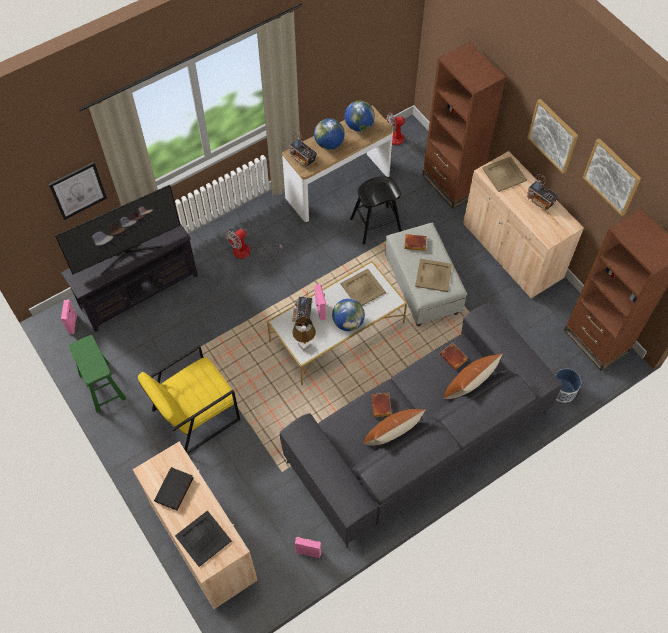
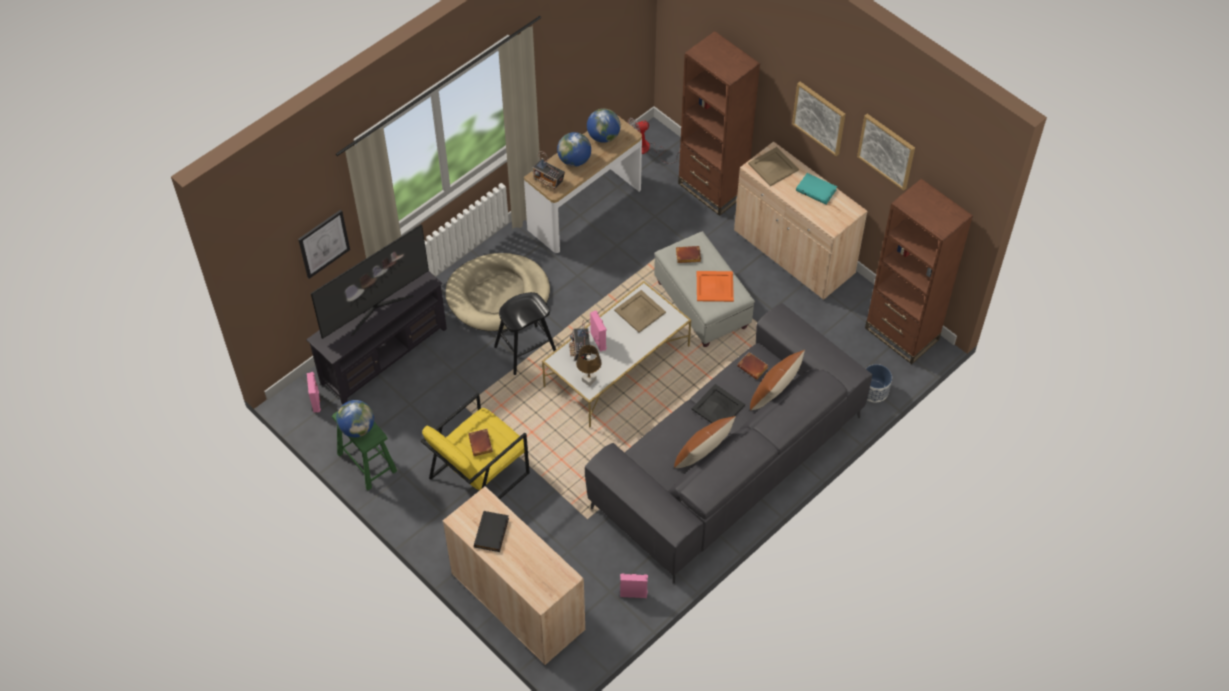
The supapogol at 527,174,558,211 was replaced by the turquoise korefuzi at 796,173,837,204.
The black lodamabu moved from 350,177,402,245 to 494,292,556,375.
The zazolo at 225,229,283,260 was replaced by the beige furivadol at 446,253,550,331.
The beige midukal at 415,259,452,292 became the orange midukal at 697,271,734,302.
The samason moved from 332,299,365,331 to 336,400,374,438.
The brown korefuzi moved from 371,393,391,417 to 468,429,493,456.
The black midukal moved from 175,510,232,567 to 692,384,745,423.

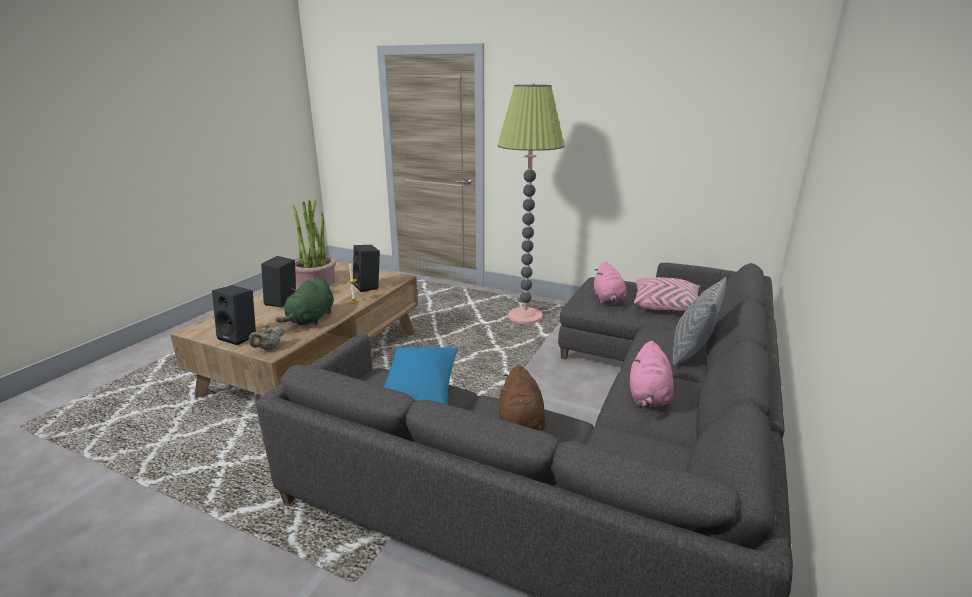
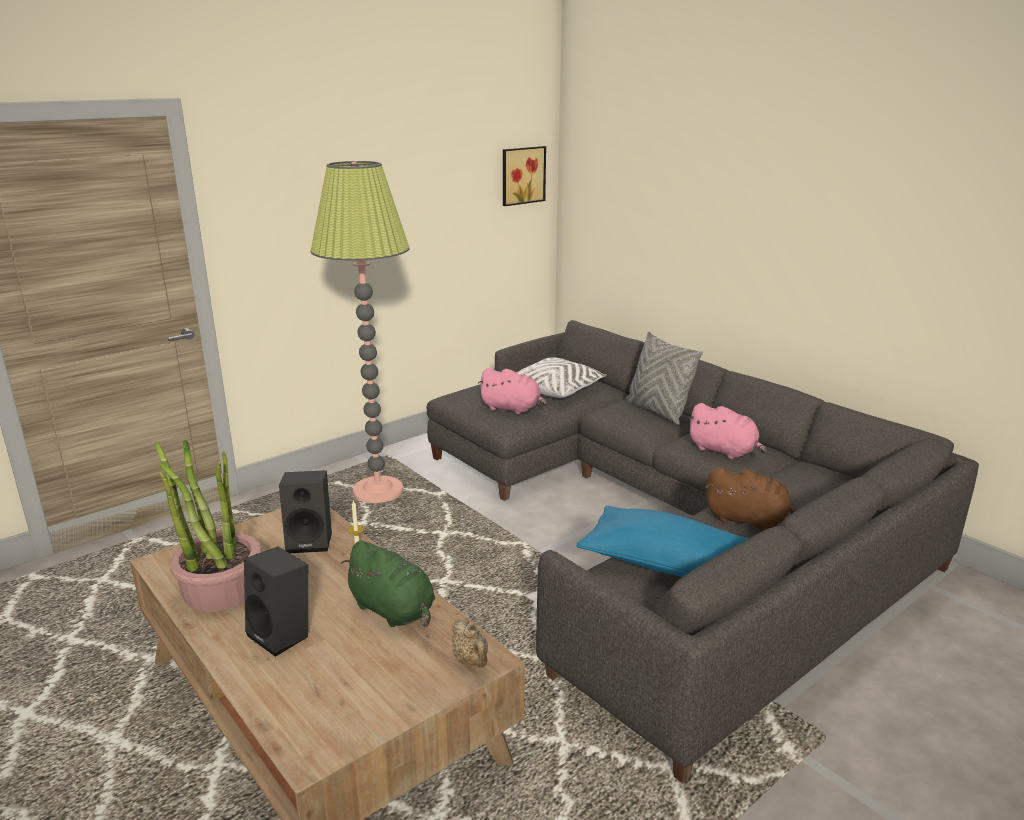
The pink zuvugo at 634,277,700,311 became the white zuvugo at 517,357,607,398.
The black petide at 212,285,256,345 disappeared.
The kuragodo at 503,146,546,206 appeared.

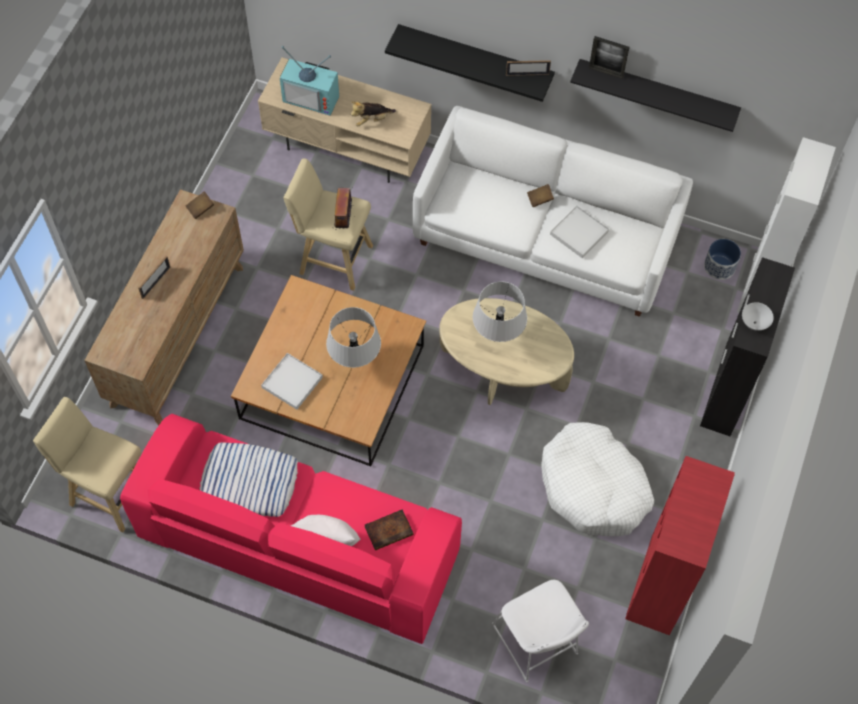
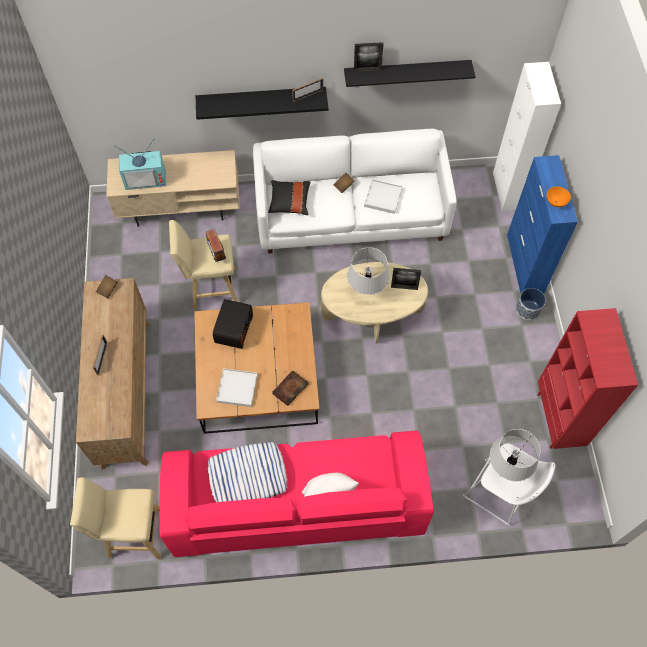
The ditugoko at 351,101,396,127 disappeared.
The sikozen moved from 704,239,741,280 to 516,288,546,320.
The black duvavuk at 700,257,795,436 became the blue duvavuk at 507,155,578,294.
The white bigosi at 742,302,774,331 became the orange bigosi at 547,187,571,207.
The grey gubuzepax moved from 326,307,381,368 to 490,429,541,481.
The white furivadol at 541,422,654,536 disappeared.
The korefuzi moved from 365,510,414,550 to 272,370,309,406.
The black zuvugo at 268,180,310,215 appeared.
The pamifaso at 391,268,421,290 appeared.
The supapogol at 213,299,253,349 appeared.

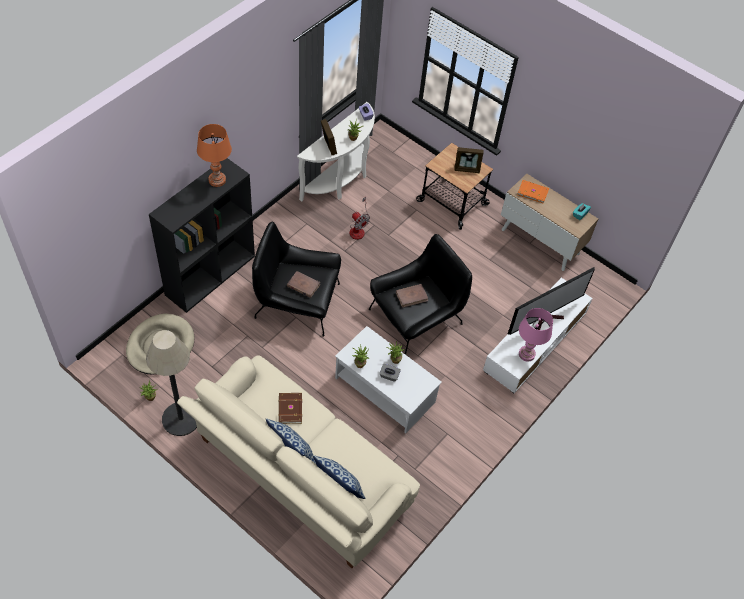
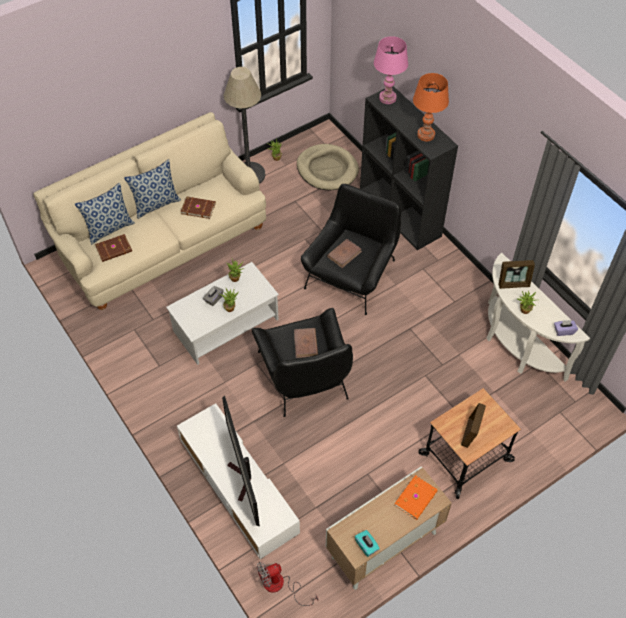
The zazolo moved from 349,197,370,240 to 257,562,318,606.
The pink gubuzepax moved from 519,308,553,361 to 374,36,408,104.
The brown korefuzi at 95,234,132,262 appeared.

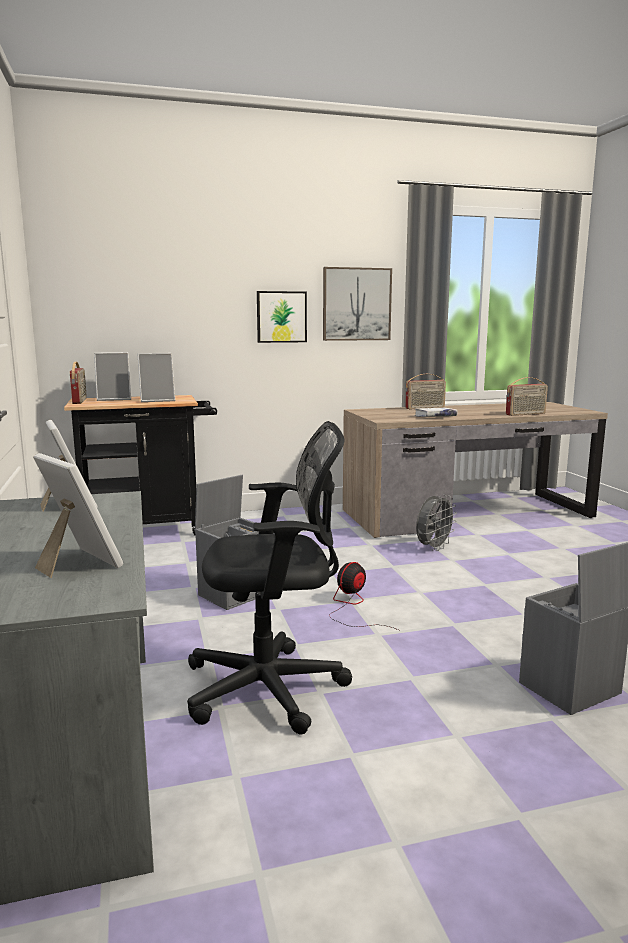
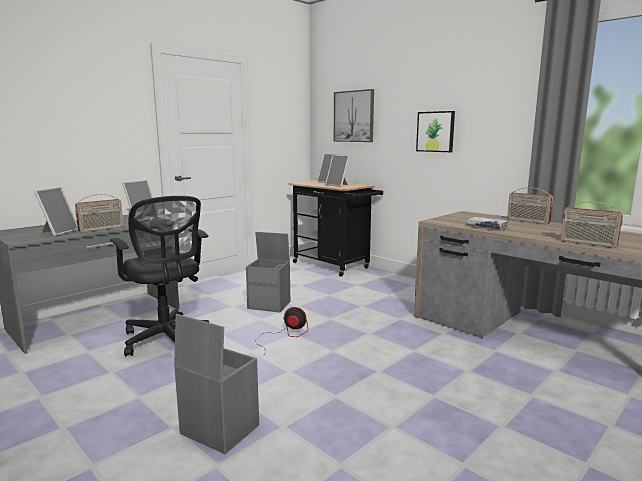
The kuragodo moved from 323,267,392,341 to 334,89,374,142.
The supapogol moved from 70,362,87,404 to 75,194,123,233.
The grey zazolo at 416,494,457,551 disappeared.

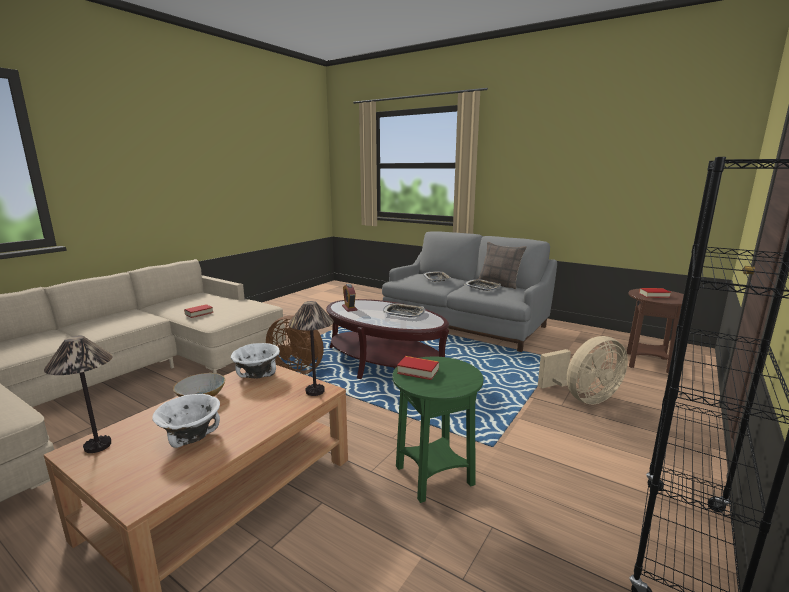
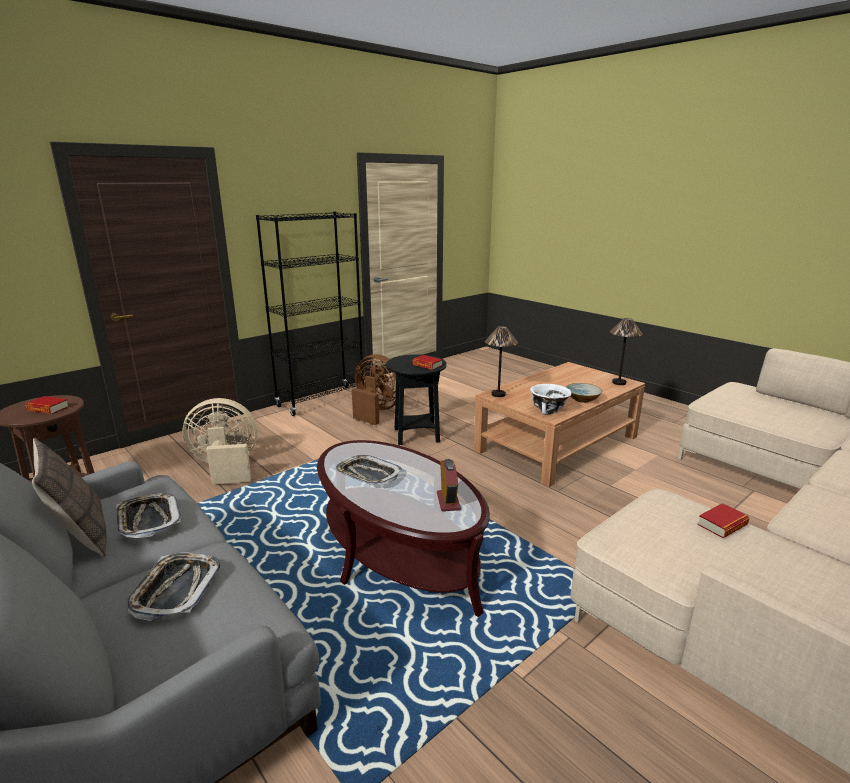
The brown zazolo moved from 266,315,324,374 to 352,354,396,425.
The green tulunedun at 392,357,483,503 became the black tulunedun at 386,354,447,445.
The white bigosi at 152,394,220,448 disappeared.

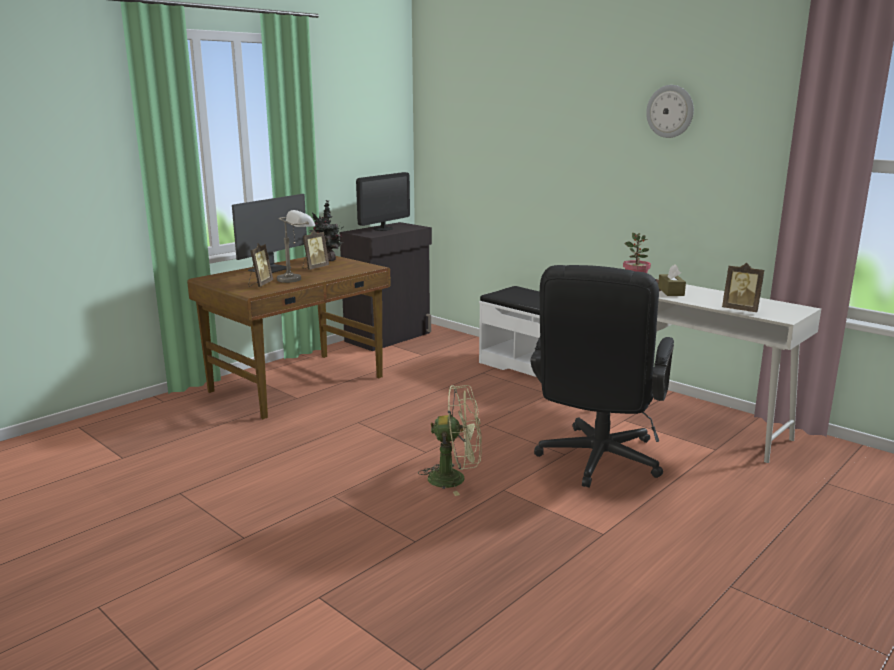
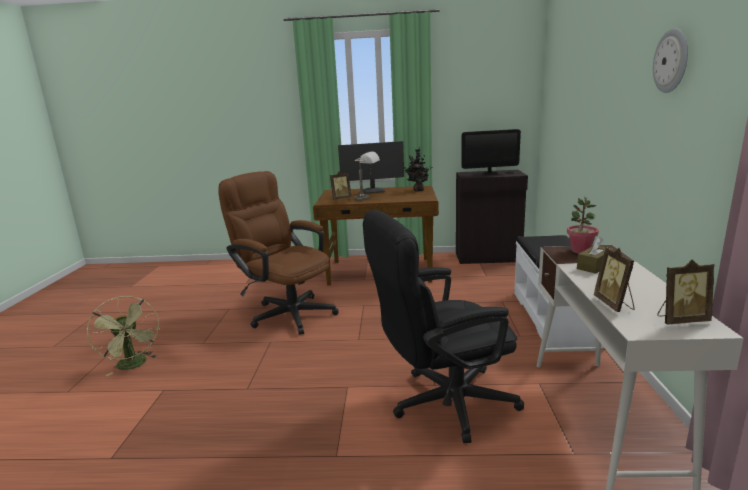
The pamifaso moved from 303,230,329,270 to 657,260,715,324.
The green zazolo moved from 418,385,482,496 to 87,296,160,376.
The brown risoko at 218,171,339,335 appeared.

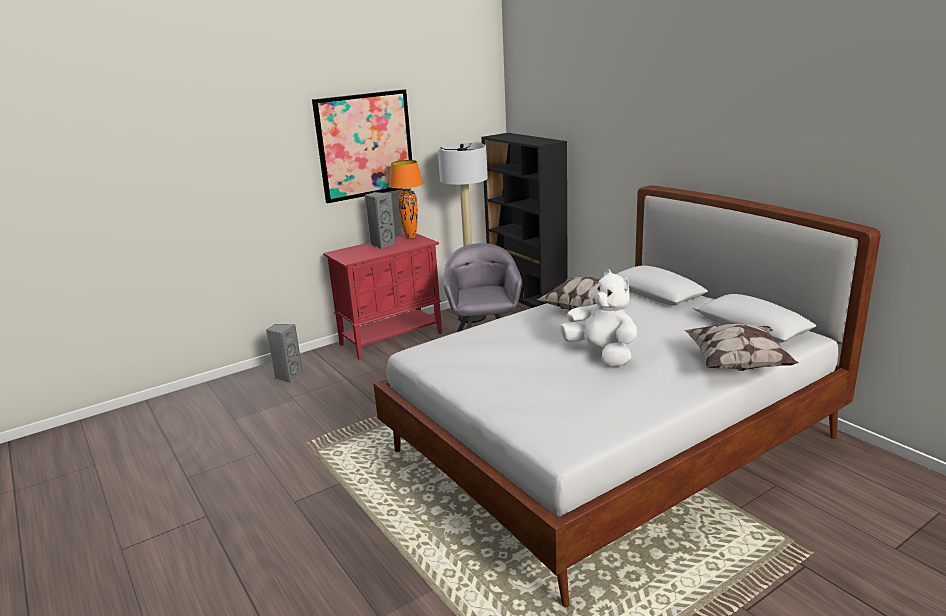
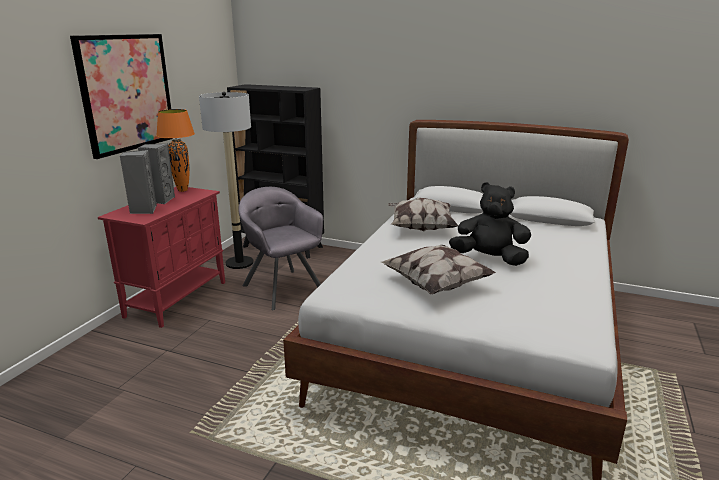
The white ditugoko at 560,269,637,366 became the black ditugoko at 449,182,531,266.
The zuvugo moved from 684,323,799,371 to 381,245,496,294.
The grey petide moved from 266,324,303,383 to 120,150,157,214.

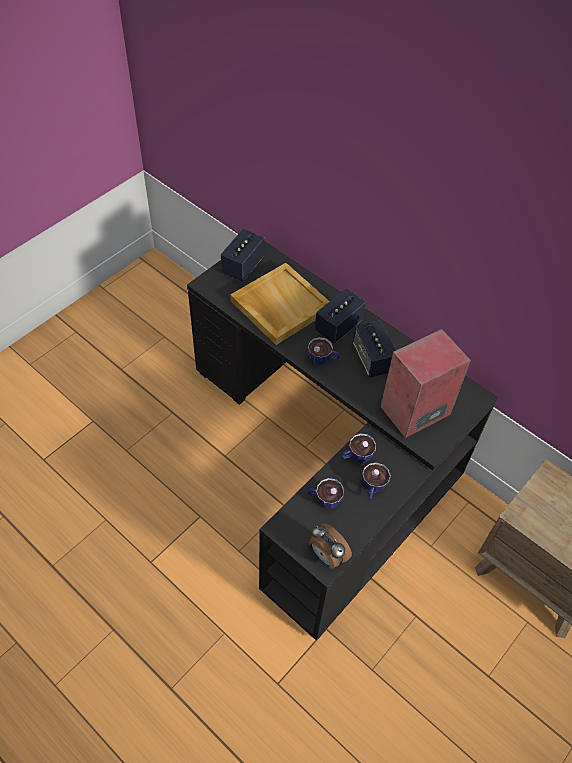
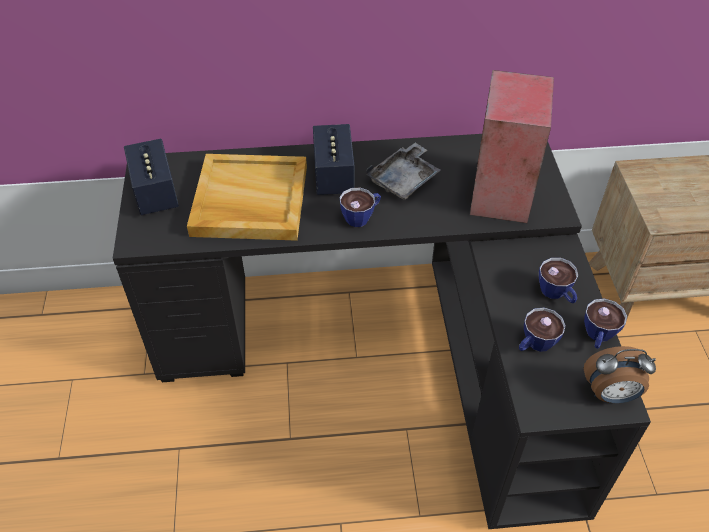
The petide at 352,320,396,378 was replaced by the grey midukal at 366,142,441,200.
The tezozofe moved from 342,433,376,463 to 584,298,627,349.

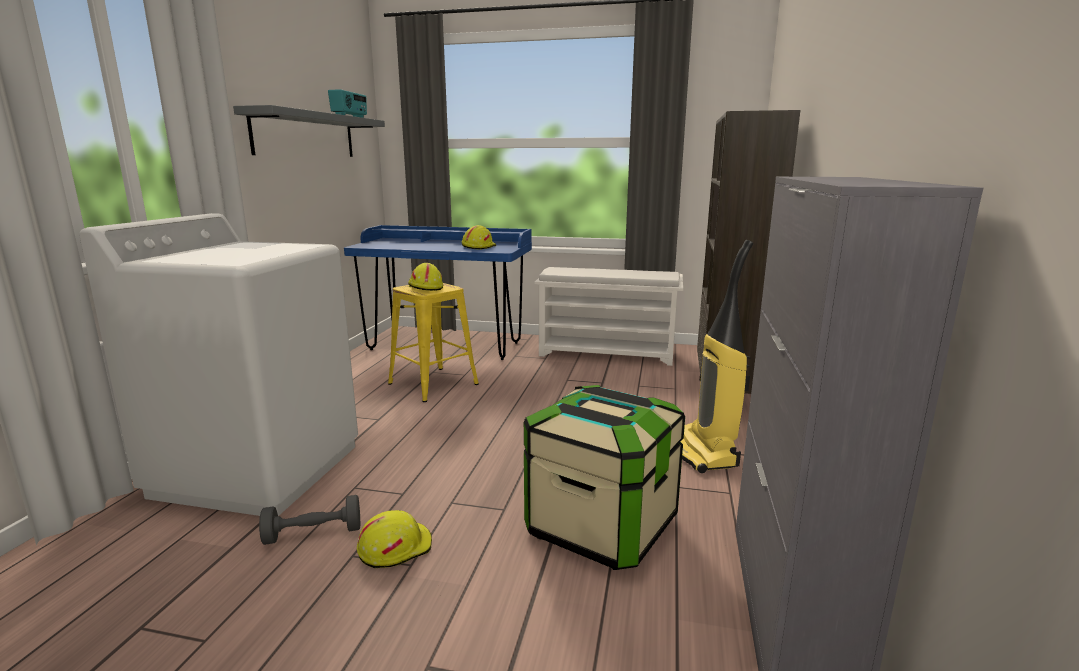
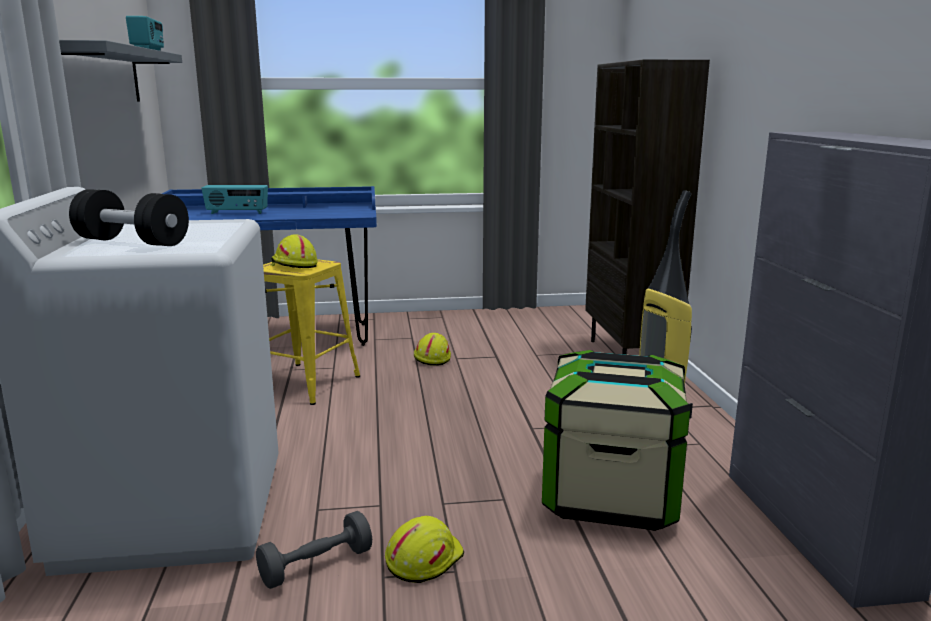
The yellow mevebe moved from 461,225,496,250 to 414,333,451,366.
The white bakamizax at 534,267,683,366 disappeared.
The supapogol at 201,185,268,214 appeared.
The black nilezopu at 69,189,189,246 appeared.

